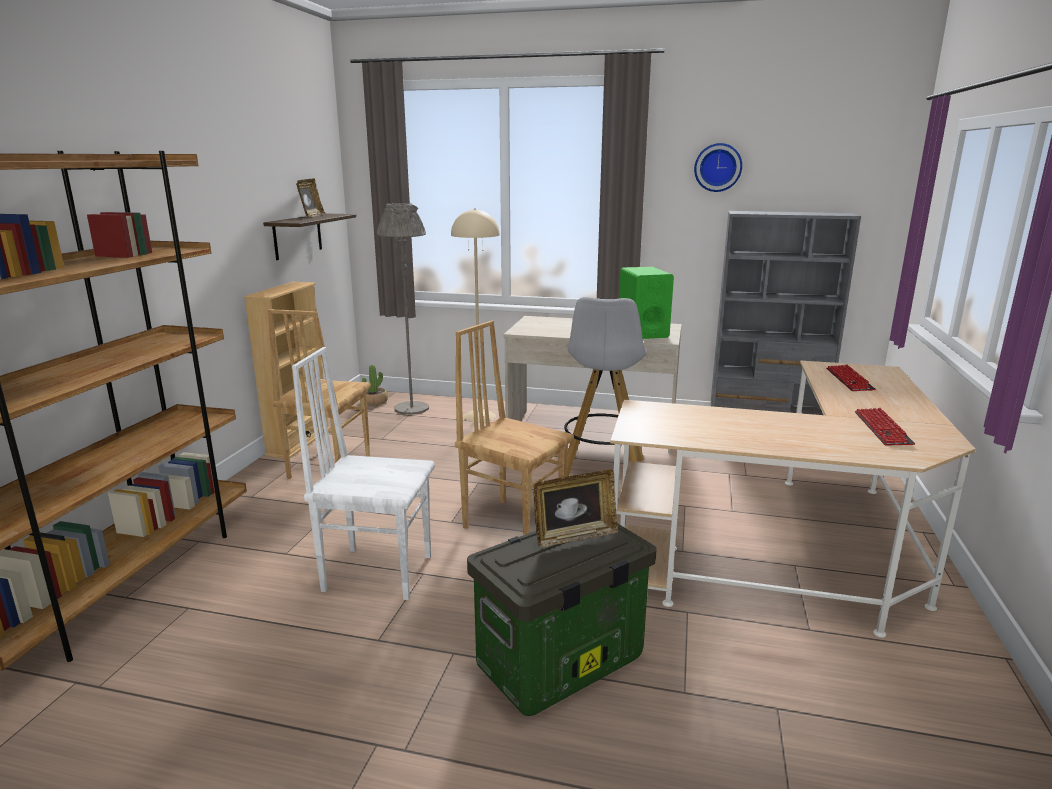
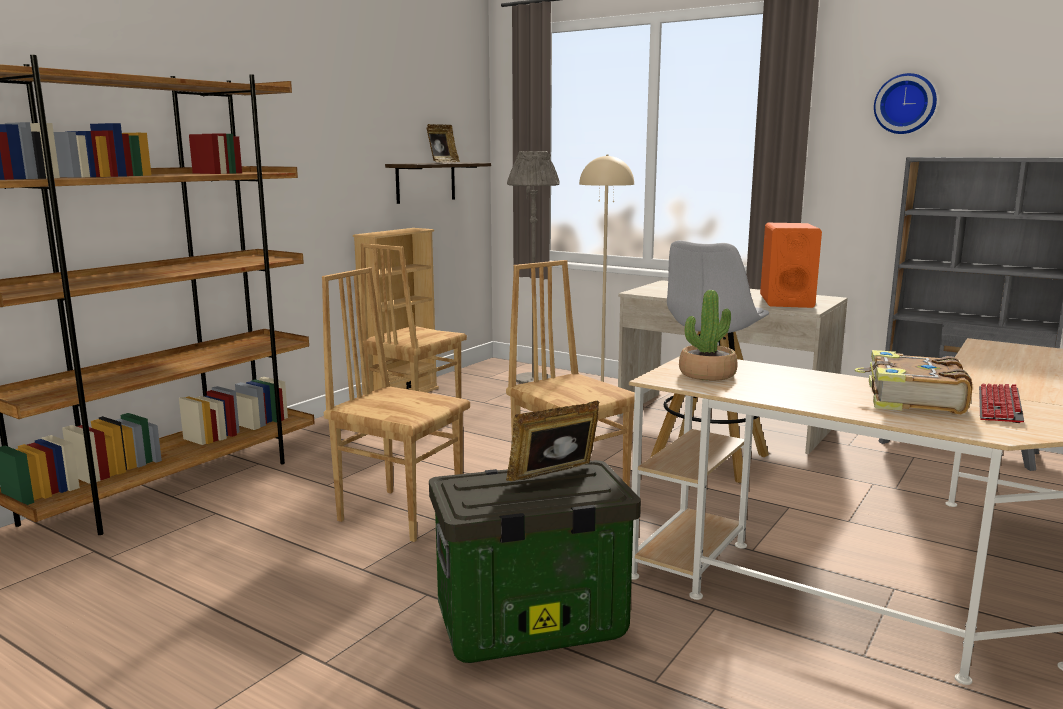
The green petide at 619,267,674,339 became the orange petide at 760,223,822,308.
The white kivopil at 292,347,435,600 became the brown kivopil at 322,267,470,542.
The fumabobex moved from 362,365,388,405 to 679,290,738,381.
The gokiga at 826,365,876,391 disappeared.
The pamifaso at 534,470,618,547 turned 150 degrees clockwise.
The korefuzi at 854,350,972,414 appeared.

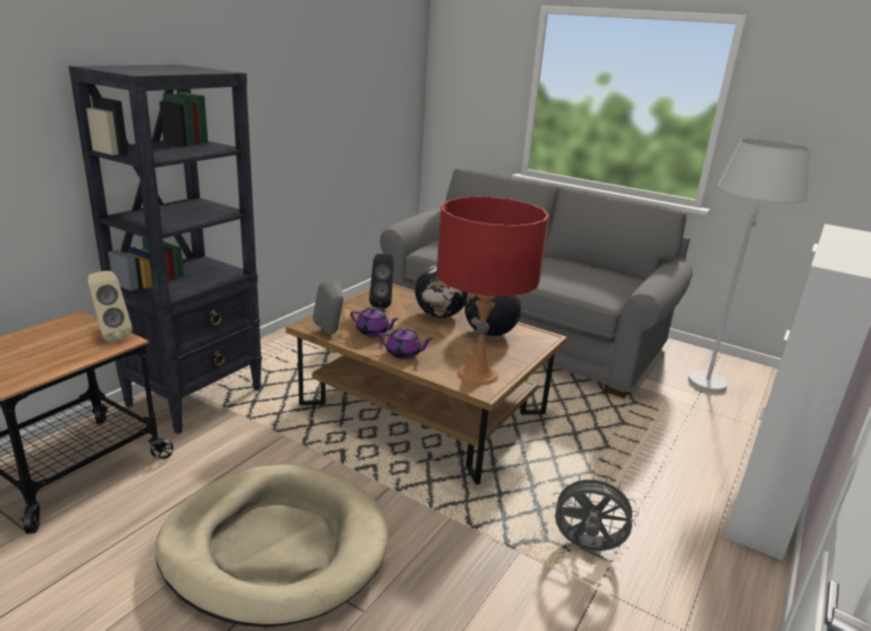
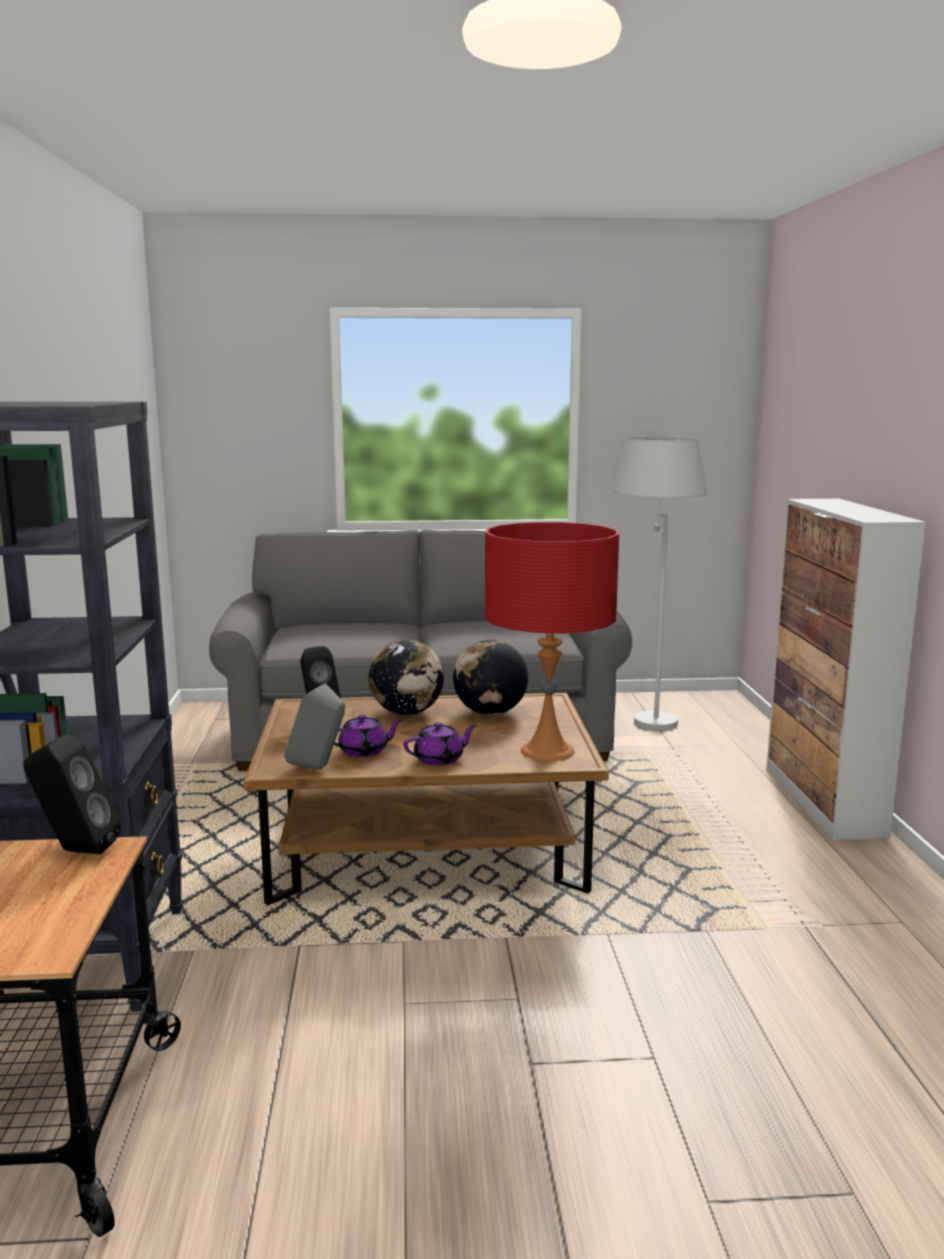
The beige petide at 88,271,132,342 became the black petide at 23,734,121,854.
The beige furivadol at 155,465,388,627 disappeared.
The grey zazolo at 552,473,638,551 disappeared.

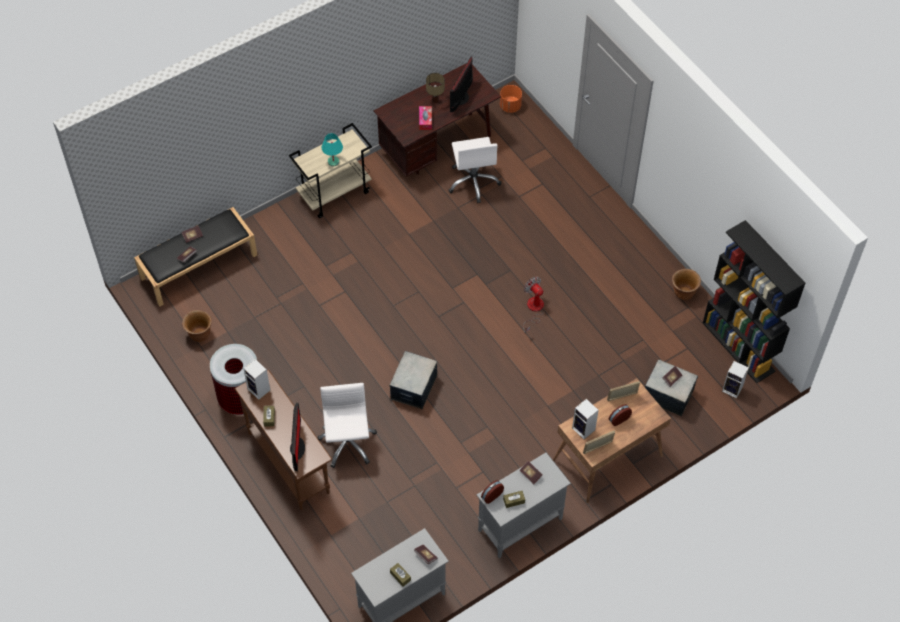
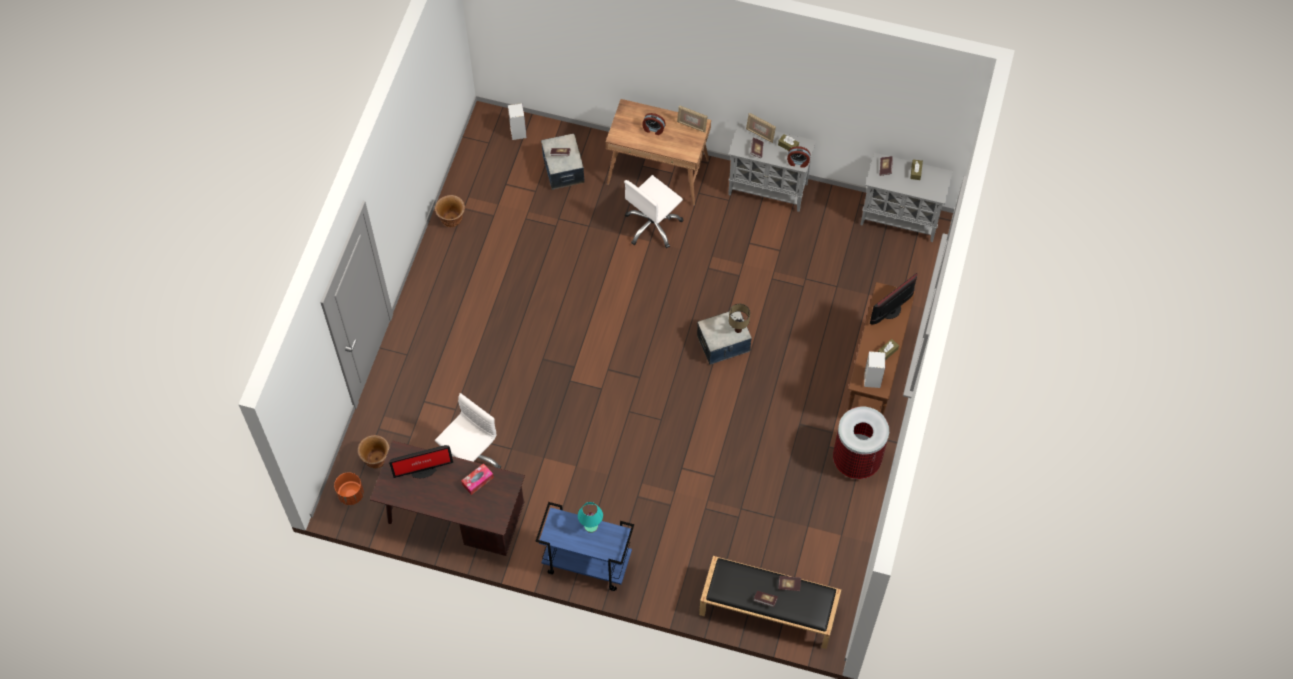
The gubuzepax moved from 426,73,445,103 to 729,304,750,333.
The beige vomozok at 289,123,372,218 became the blue vomozok at 536,502,634,591.
The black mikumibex at 703,220,805,383 disappeared.
The zazolo at 523,277,544,333 disappeared.
The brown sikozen moved from 182,310,212,342 to 358,435,390,468.
The pamifaso moved from 607,381,640,401 to 746,113,776,143.
The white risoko moved from 318,383,377,468 to 624,175,684,248.
The petide at 572,399,599,439 disappeared.

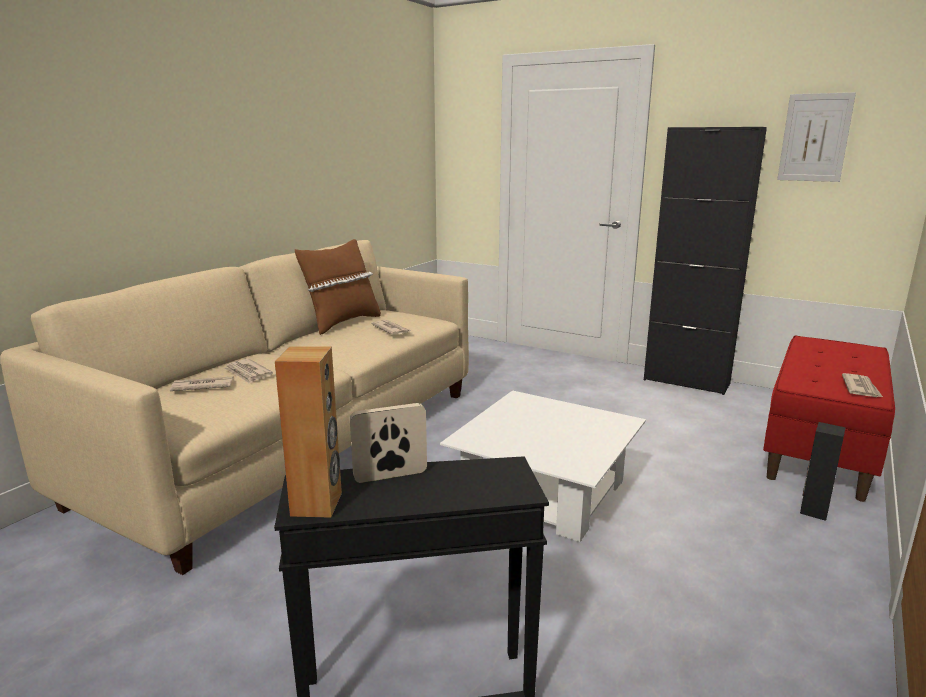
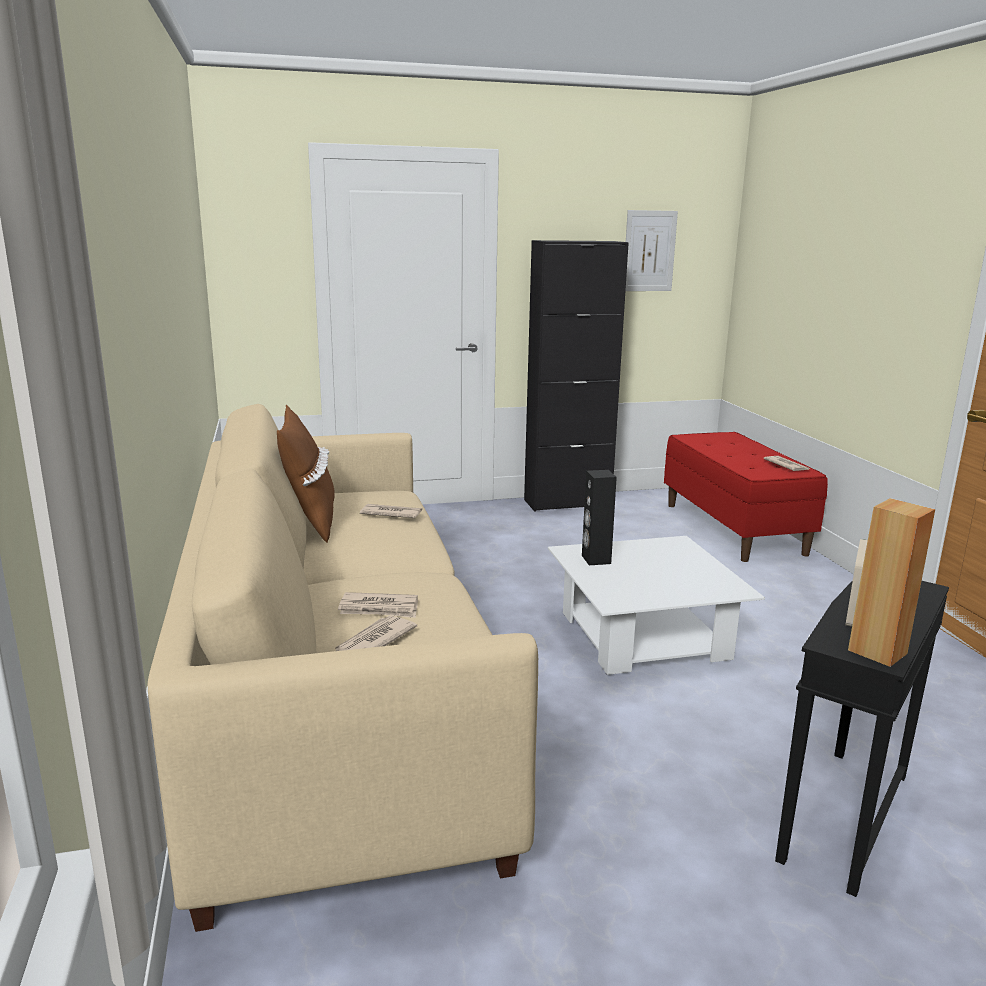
The black petide moved from 800,422,846,521 to 582,470,617,565.

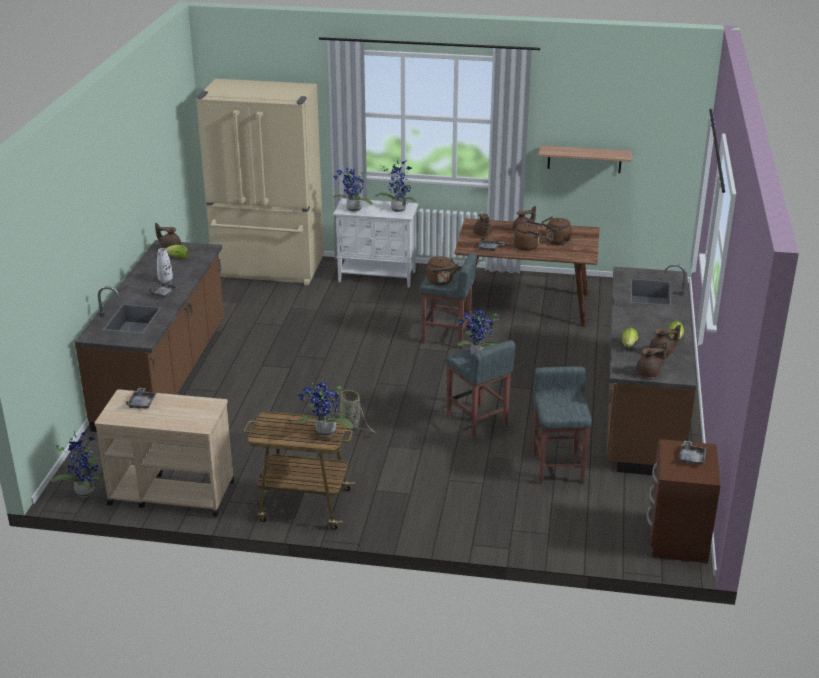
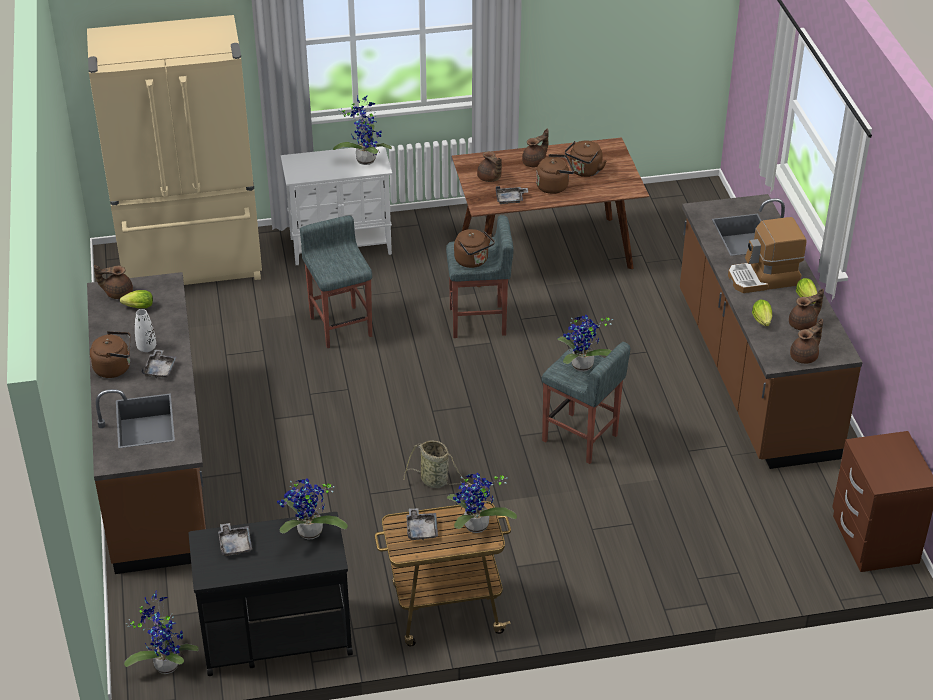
The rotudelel at 538,146,632,173 disappeared.
The fumabobex moved from 333,168,373,212 to 277,479,348,540.
The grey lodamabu moved from 533,367,592,484 to 300,216,372,348.
The beige vomozok at 94,389,234,517 became the black vomozok at 188,512,353,676.
The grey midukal moved from 679,441,706,465 to 406,508,438,540.
The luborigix at 728,217,806,293 appeared.
The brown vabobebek at 90,331,130,378 appeared.

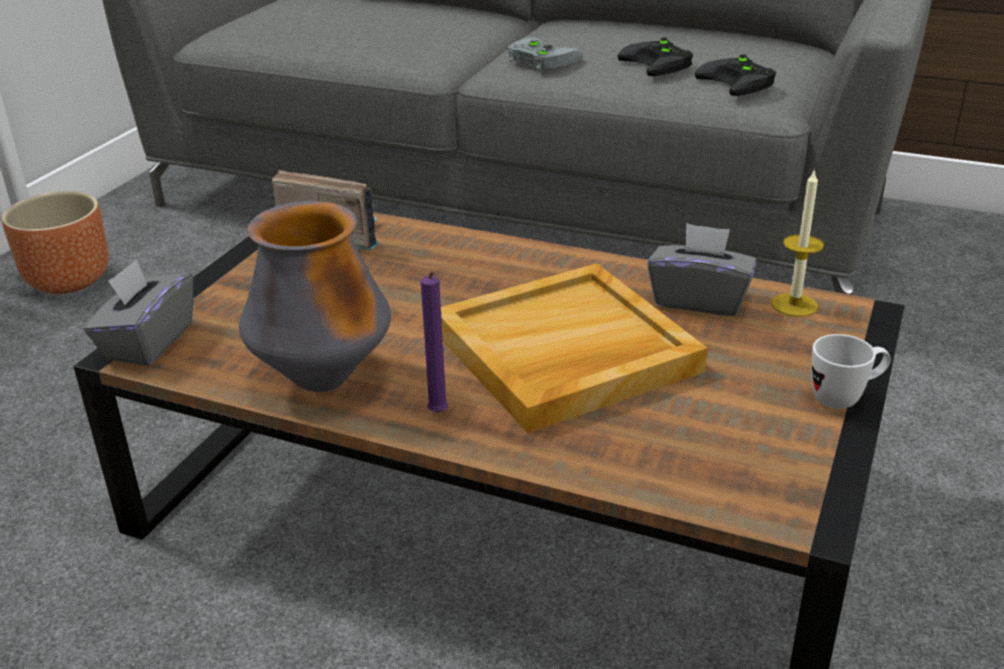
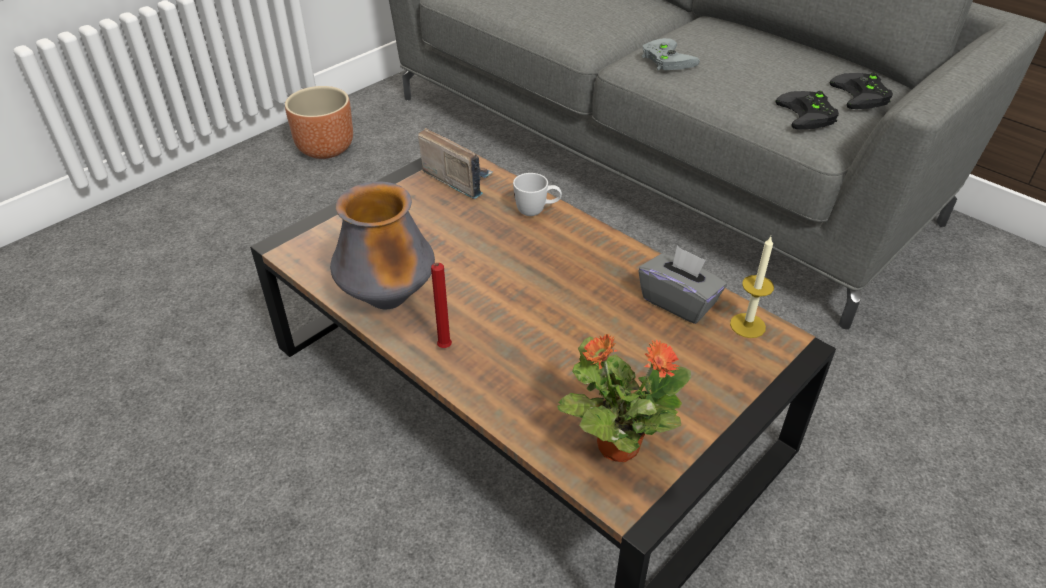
The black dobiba moved from 617,37,693,76 to 830,73,893,109.
The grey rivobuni at 84,259,193,366 disappeared.
The beige midukal at 441,263,708,433 disappeared.
The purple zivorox at 421,271,448,413 became the red zivorox at 431,263,452,348.
The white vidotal moved from 811,334,891,409 to 513,173,562,216.
The fumabobex at 557,334,691,462 appeared.

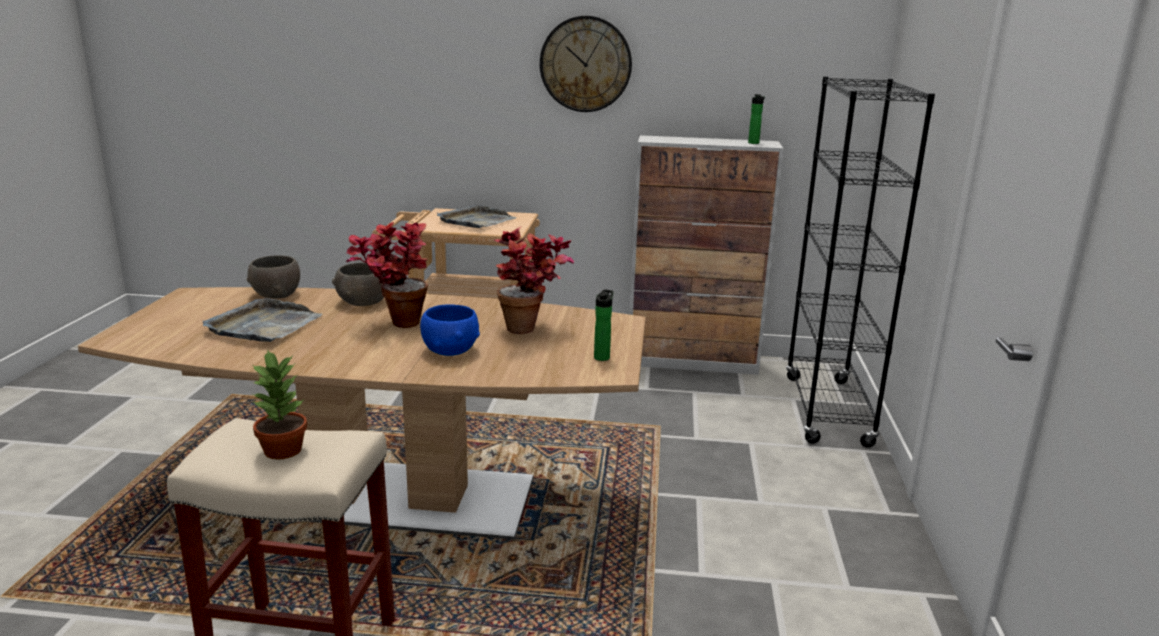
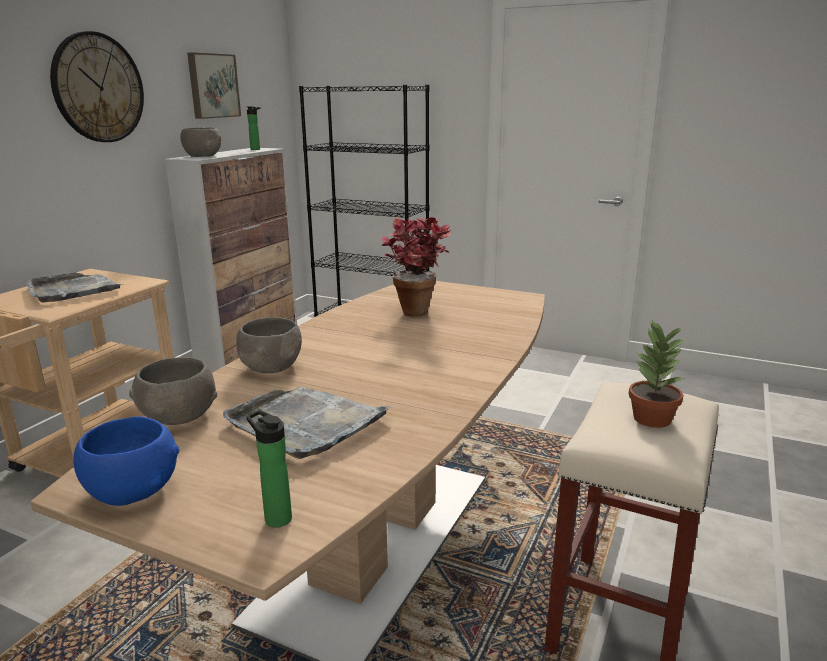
The fumabobex at 346,222,428,328 disappeared.
The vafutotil moved from 594,289,613,361 to 246,410,292,527.
The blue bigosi moved from 420,304,480,356 to 73,416,179,506.
The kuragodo at 187,52,241,119 appeared.
The grey bigosi at 181,127,221,157 appeared.

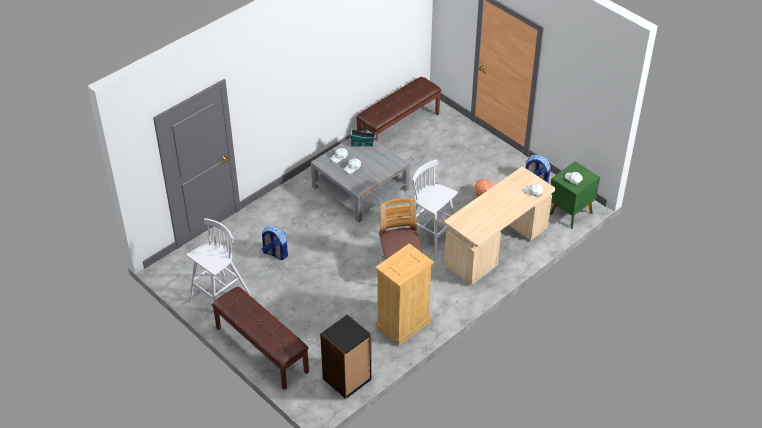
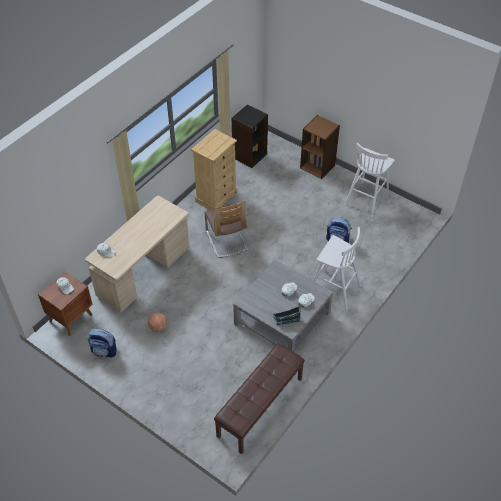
The white lodamabu moved from 405,159,458,258 to 313,227,361,309.
The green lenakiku at 550,161,600,229 became the brown lenakiku at 38,271,93,336.
The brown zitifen at 212,287,309,390 was replaced by the brown mikumibex at 300,115,340,179.

